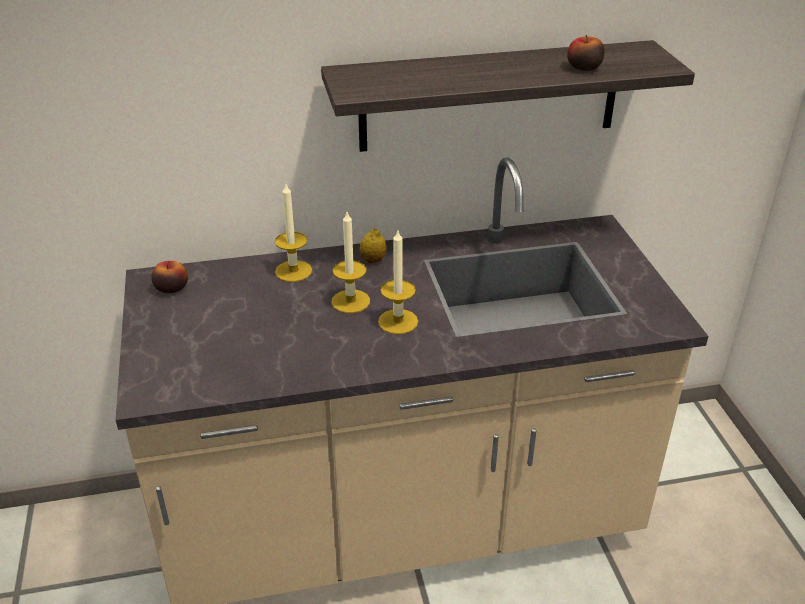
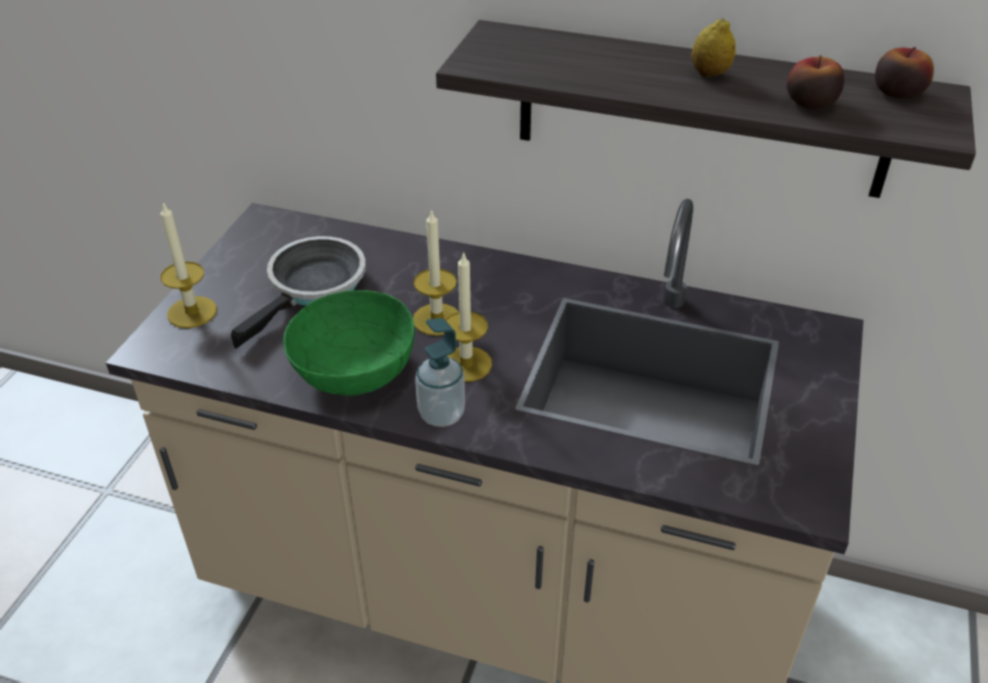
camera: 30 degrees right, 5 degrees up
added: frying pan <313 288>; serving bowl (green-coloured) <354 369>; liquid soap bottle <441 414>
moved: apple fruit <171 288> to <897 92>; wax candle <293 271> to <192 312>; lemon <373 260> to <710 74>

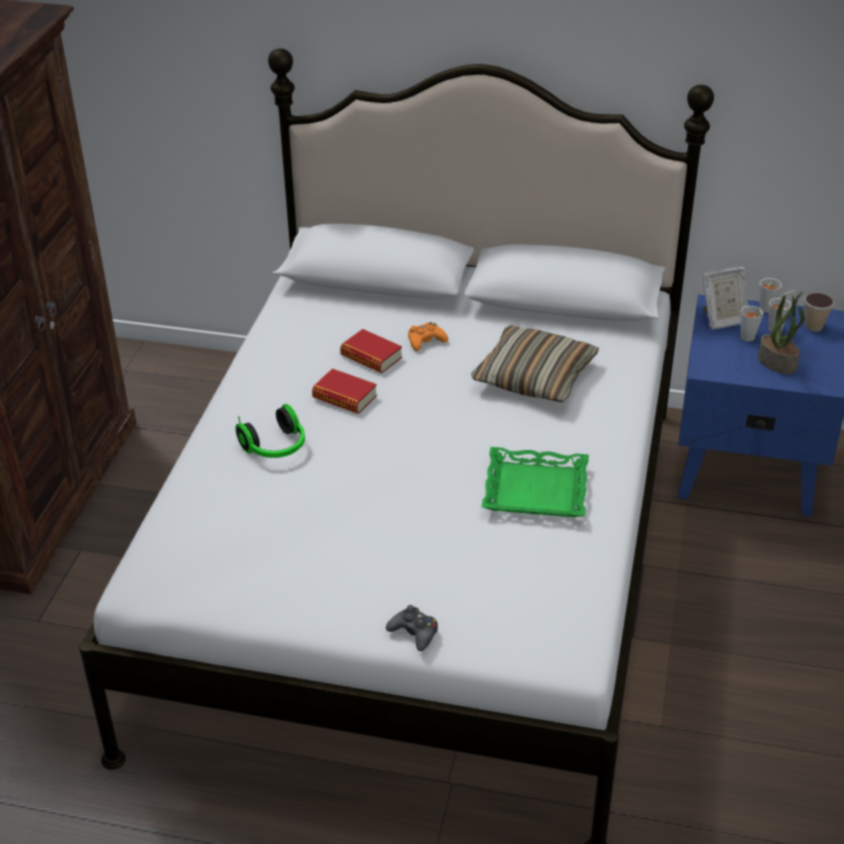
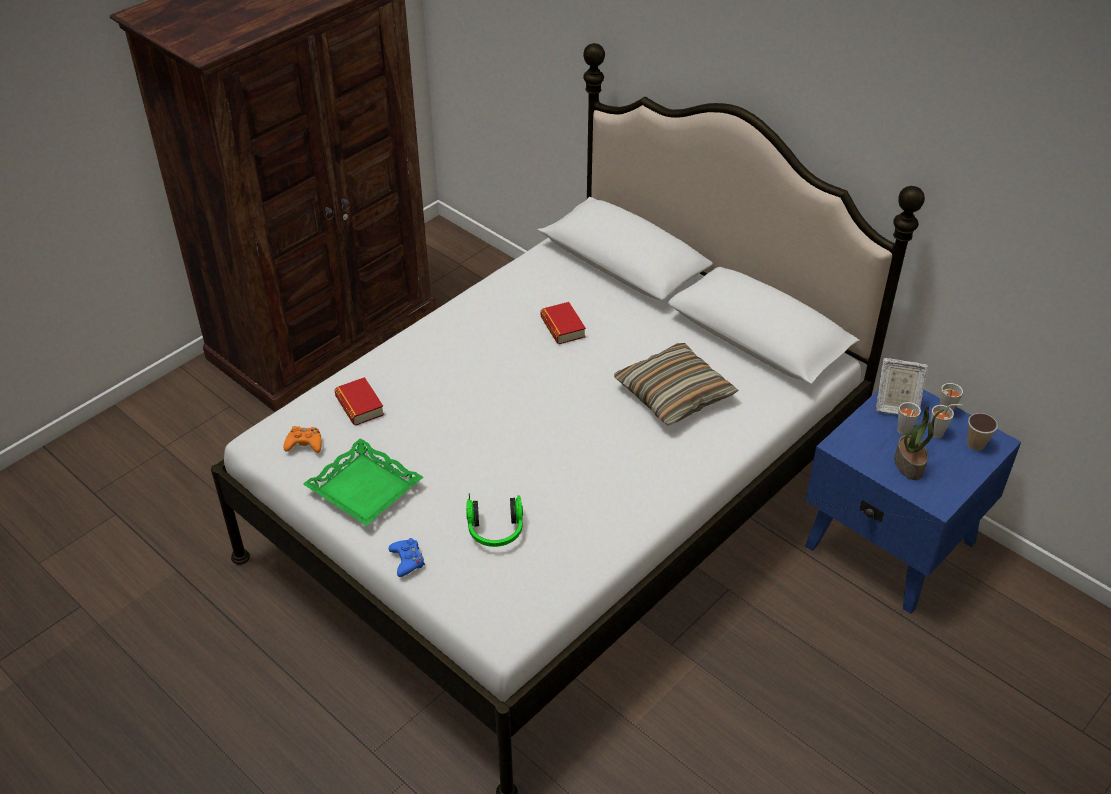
camera: 30 degrees right, 5 degrees up
moved: headset <276 448> to <495 532>; bound book <344 397> to <359 406>; joypad (orangey) <425 341> to <304 444>; carrying tray (green-coloured) <535 491> to <363 489>
recoloured: joypad (black-coloured) <414 632> to joypad (blue) <407 560>

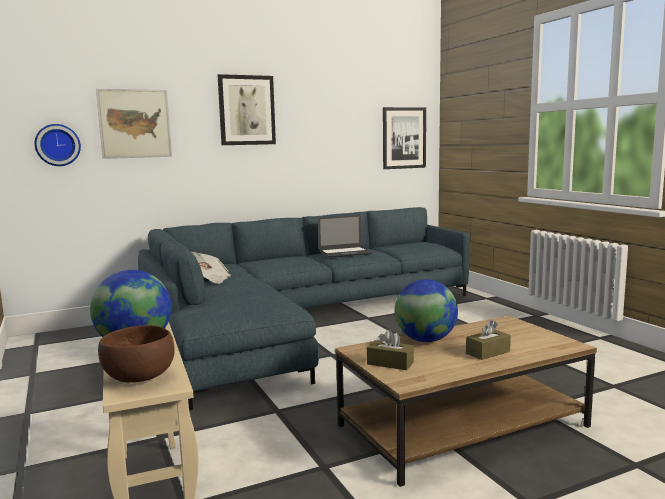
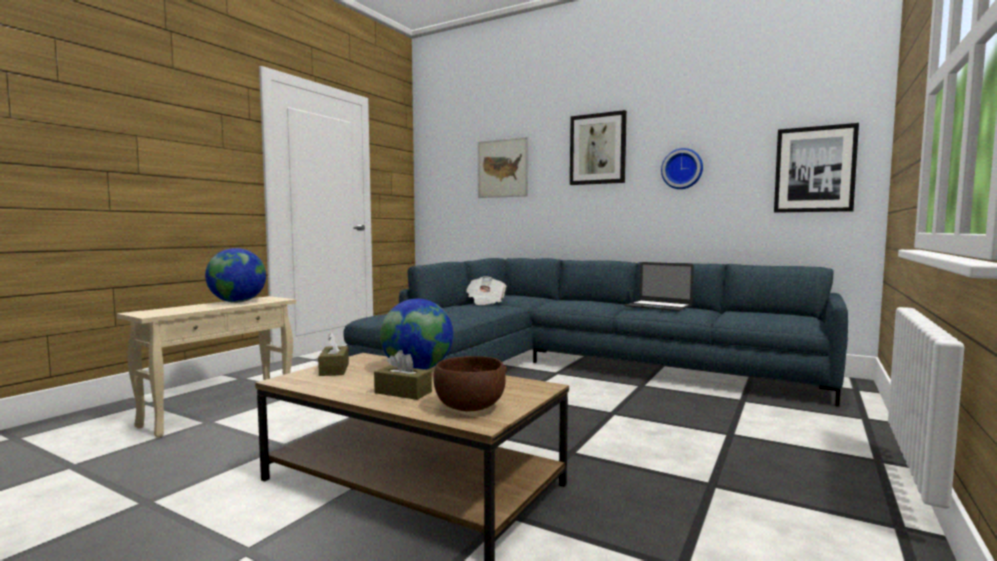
camera: 55 degrees right, 5 degrees down
moved: clock on the wall <57 145> to <682 169>; serving bowl (brownish) <140 377> to <470 408>

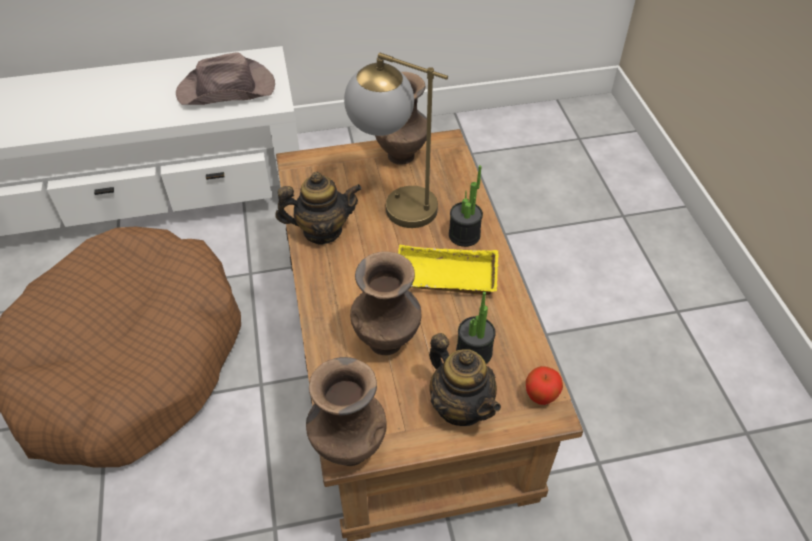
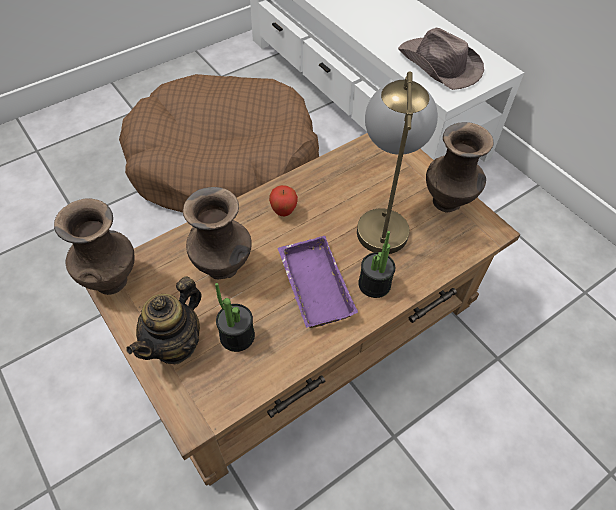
camera: 65 degrees right, 5 degrees up
removed: tea pot <322 231>
moved: apple fruit <540 397> to <283 211>
recoloured: carrying tray (yellow) <444 278> to carrying tray (purplish) <312 285>

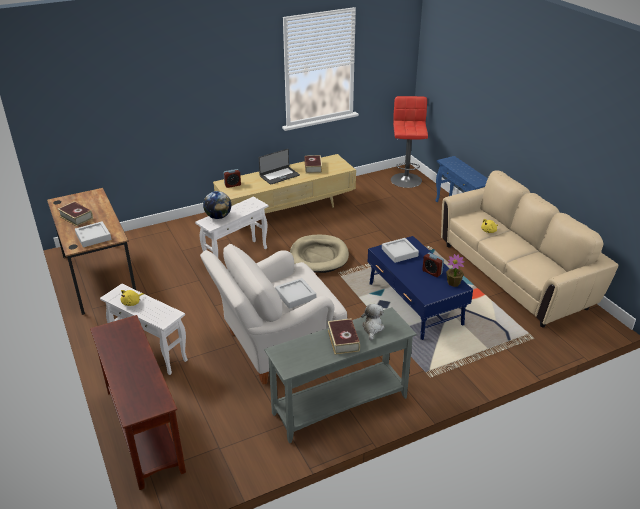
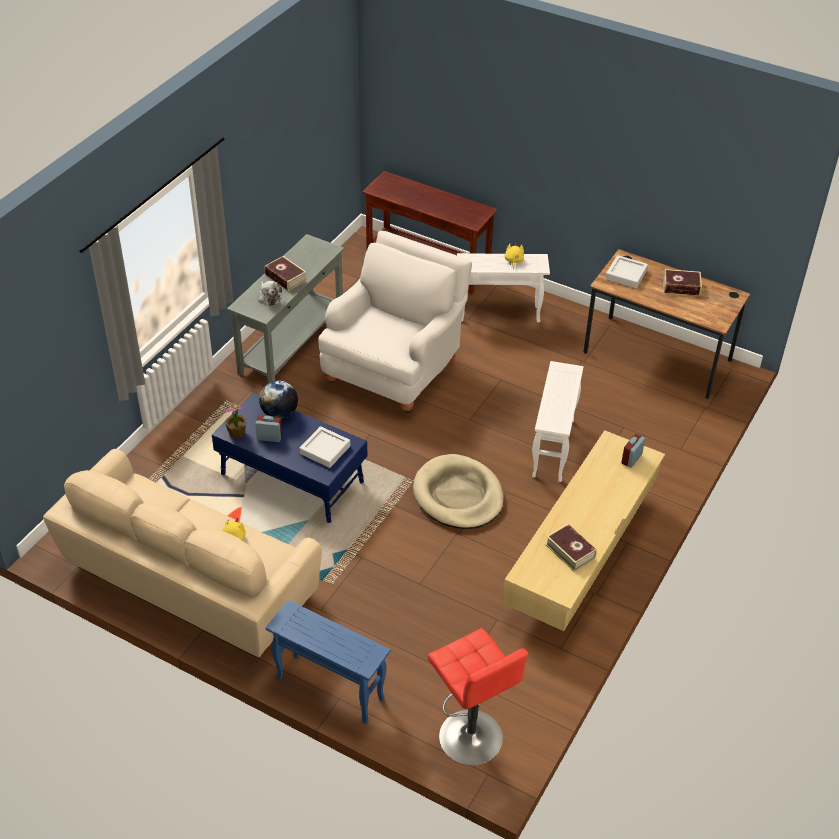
camera: 145 degrees right, 10 degrees up
removed: portable computer <279 175>; carrying tray (greyish) <295 295>
moved: desk globe <218 217> to <279 413>

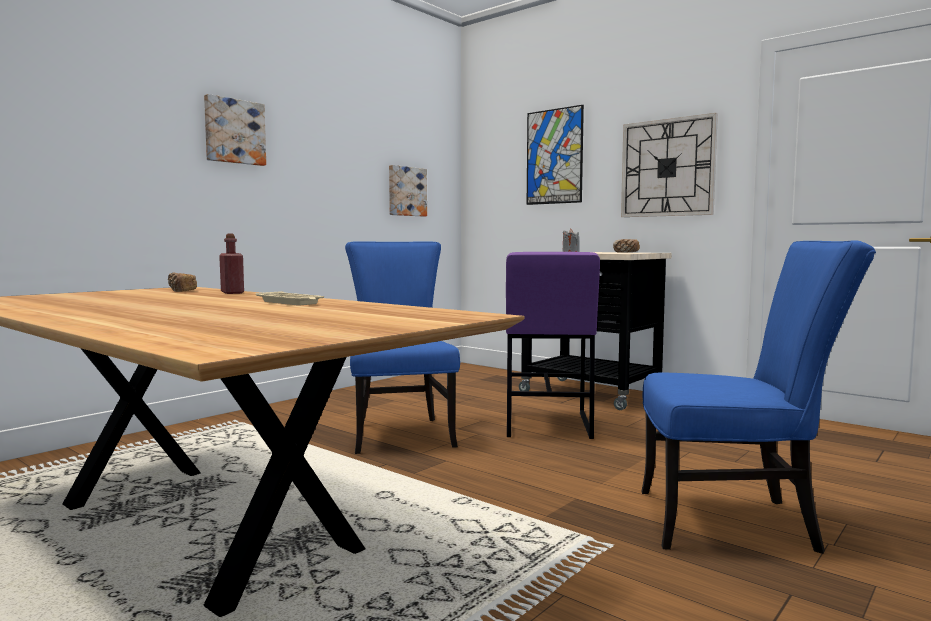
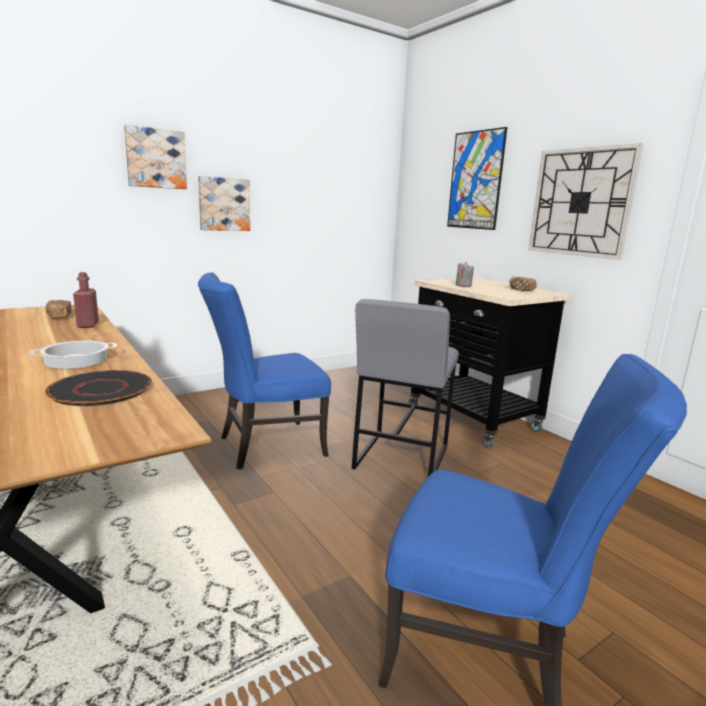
camera: 15 degrees right, 10 degrees up
added: dinner plate (black-coloured) <101 389>
moved: wall art <406 191> to <224 204>
replaced: carrying tray (beige) <290 302> to saucepot <76 360>
recoloured: stool seat (purplish) <547 425> to stool seat (greyish) <401 458>
turned: upright chair (blue) <400 432> = <265 446> 120 degrees counterclockwise

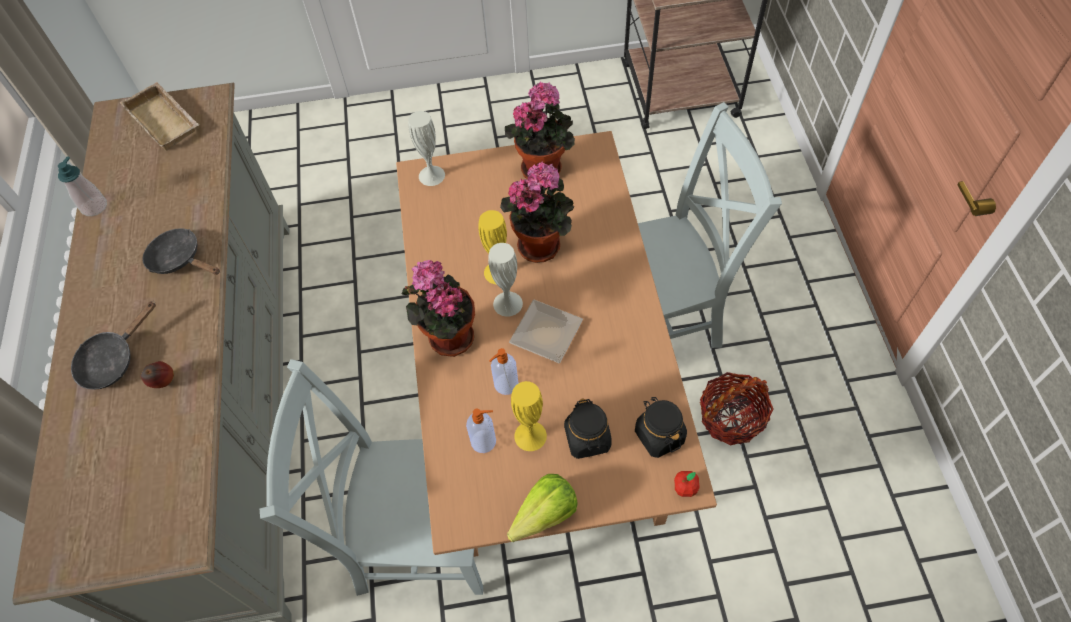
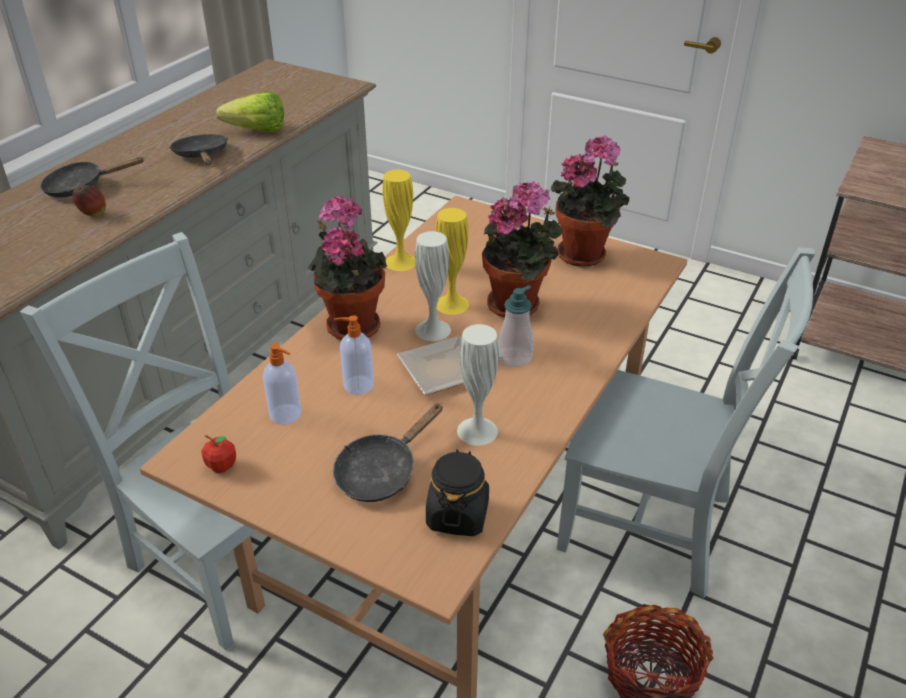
camera: 35 degrees right, 20 degrees down
removed: carrying tray (beige) <166 121>
moved: liquid soap bottle <94 207> to <515 357>; decorative vase (white) <431 175> to <477 431>; lettuce head <538 518> to <252 131>; decorative vase (yellow) <530 436> to <400 262>; apple fruit <685 488> to <222 466>
replaced: jar (black-coloured) <587 439> to frying pan (black-coloured) <381 472>

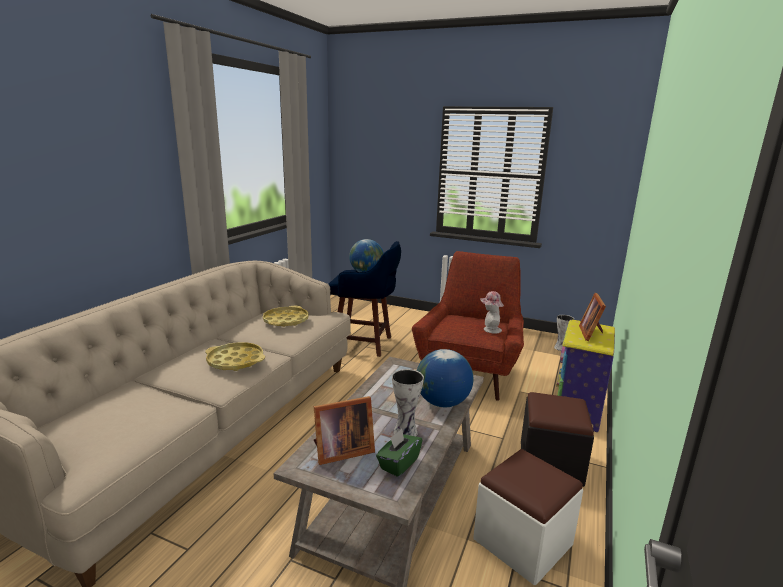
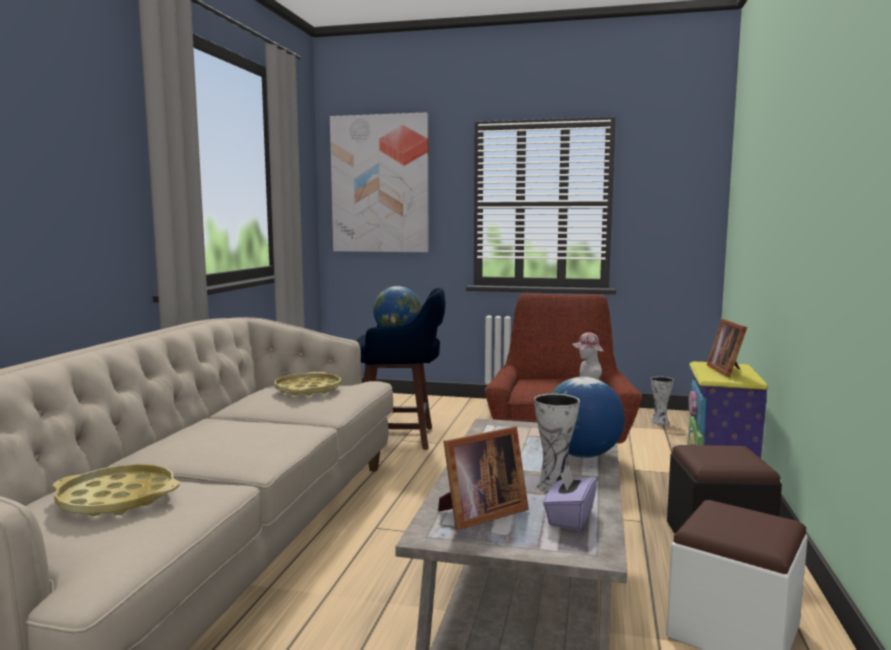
camera: 10 degrees left, 10 degrees down
added: wall art <380 184>
moved: carrying tray (yellow) <235 361> to <117 499>
recoloured: box of tissues (green-coloured) <398 463> to box of tissues (purplish) <569 518>

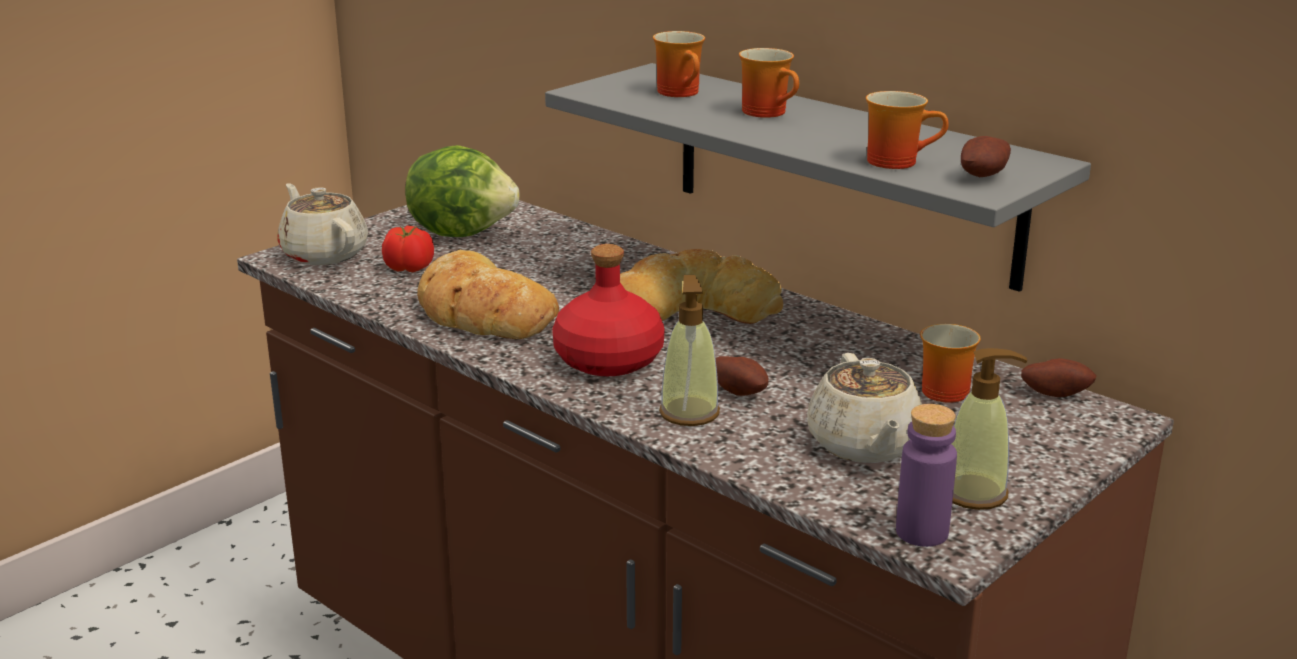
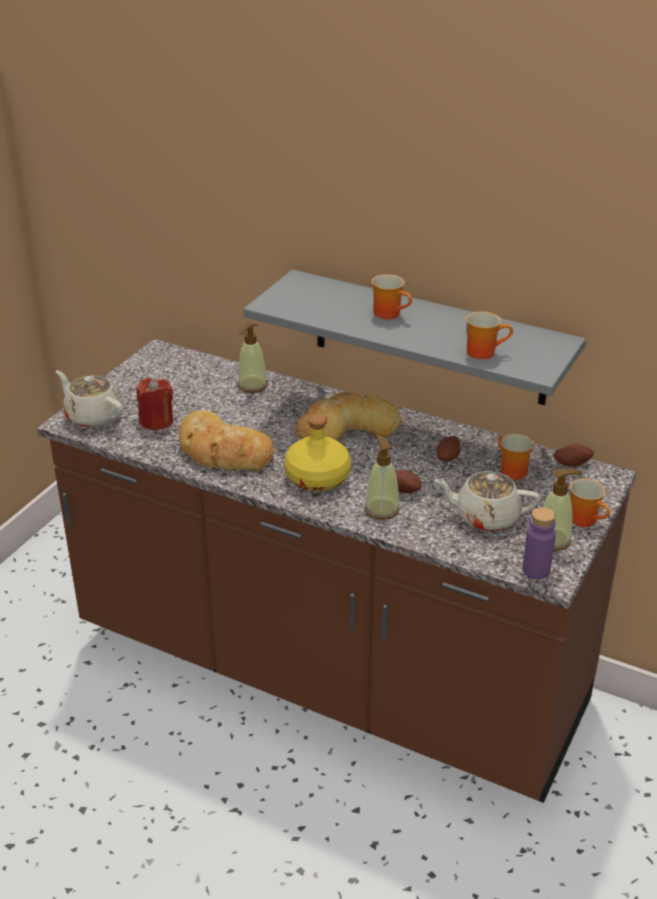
camera: 15 degrees left, 10 degrees up
removed: lettuce head <462 232>
added: liquid soap bottle <252 385>
moved: mug <683 93> to <586 519>; potato <985 176> to <448 458>
replaced: whole tomato <409 269> to wax candle (red-coloured) <156 421>
recoloured: bottle (red-coloured) <607 360> to bottle (yellow) <317 478>
turned: tea pot (beige) <864 445> = <485 517> 120 degrees clockwise

